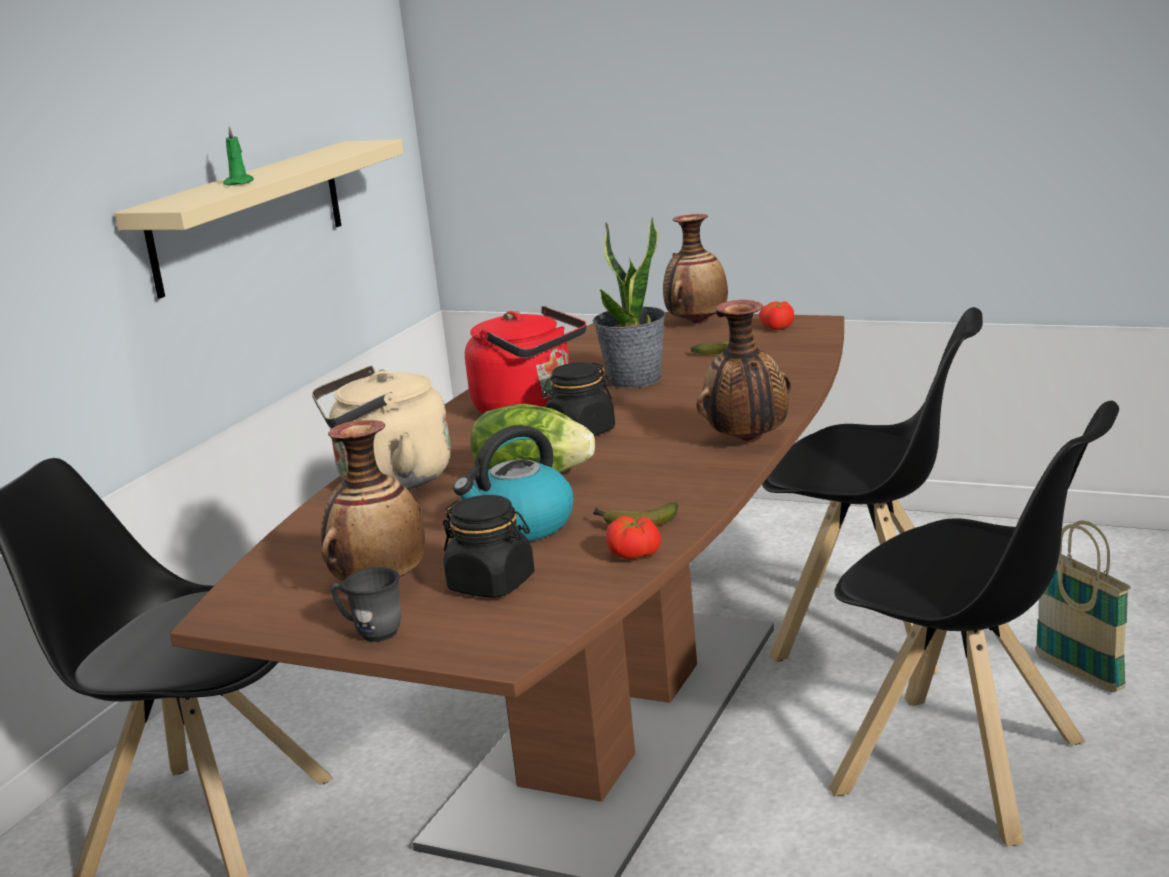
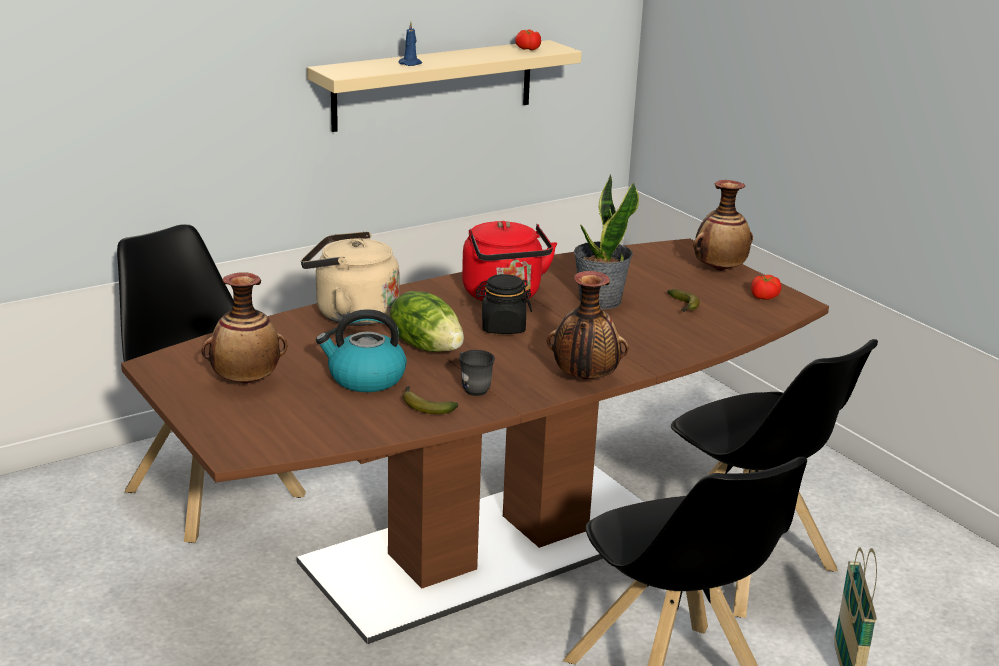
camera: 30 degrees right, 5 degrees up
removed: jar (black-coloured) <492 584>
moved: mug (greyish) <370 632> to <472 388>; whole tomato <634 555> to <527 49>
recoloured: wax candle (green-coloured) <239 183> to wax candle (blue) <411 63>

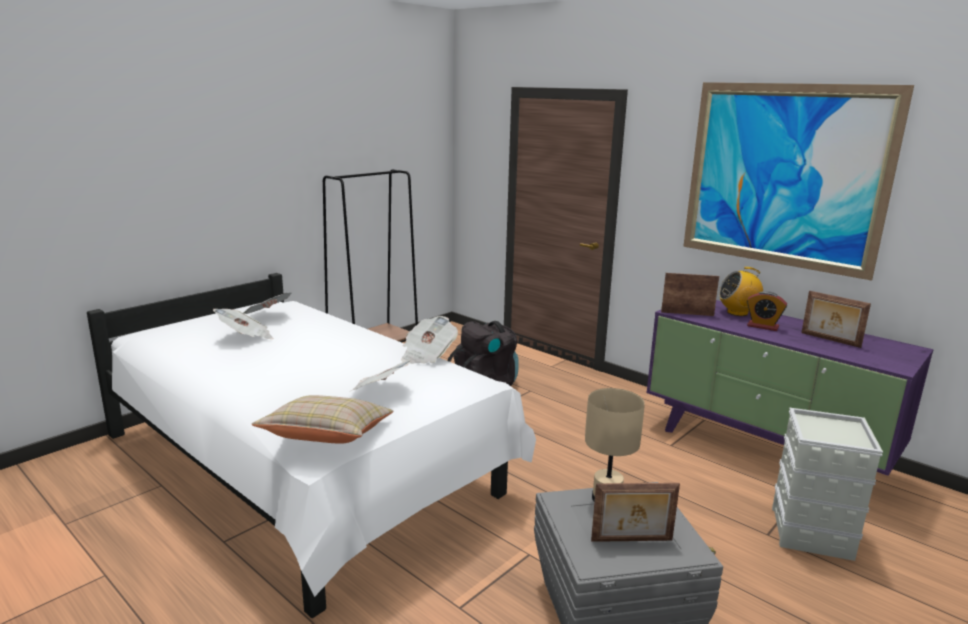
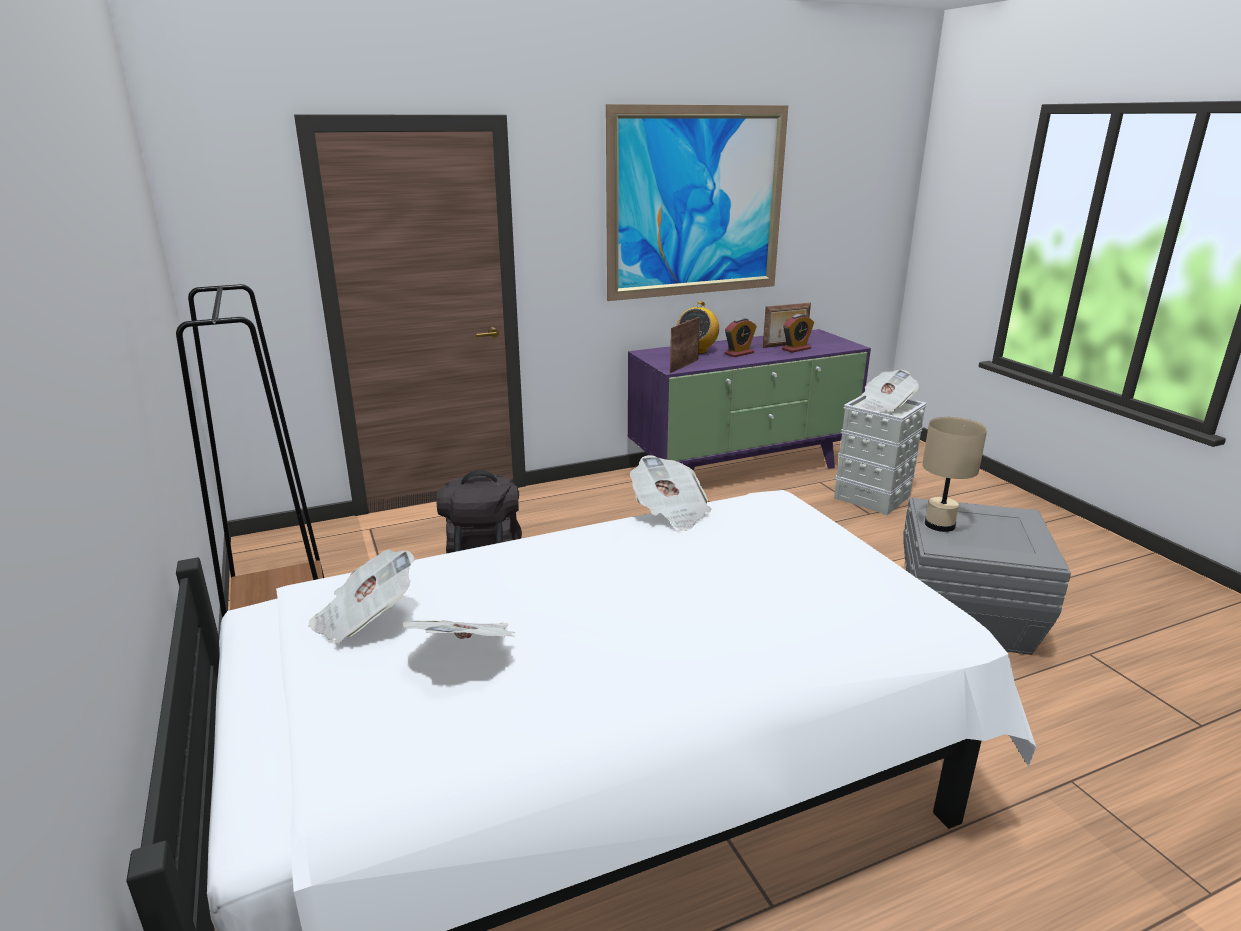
camera: 65 degrees left, 5 degrees up
removed: pillow (beige) <328 438>; picture frame <632 541>
added: bedside clock <796 349>
moved: newspaper <381 390> to <885 405>

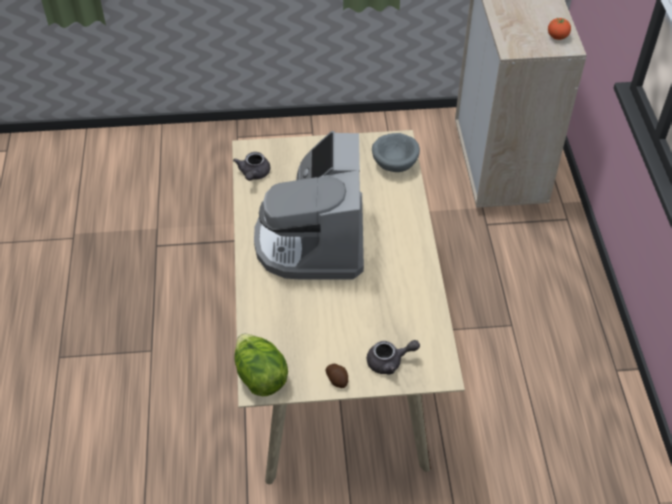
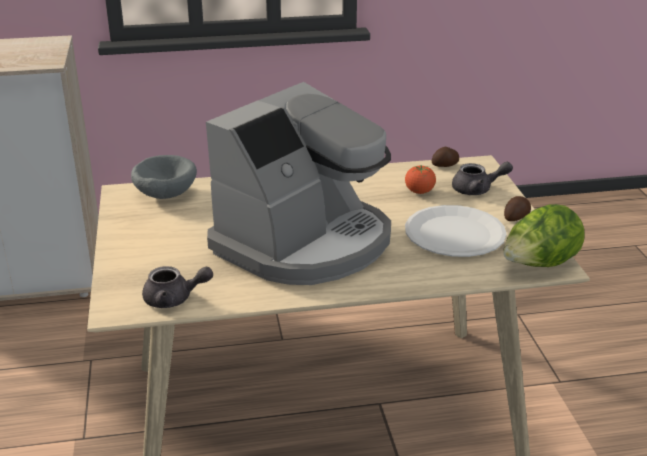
camera: 95 degrees left, 20 degrees down
added: dinner plate (white) <455 234>; potato <445 165>
moved: whole tomato <557 37> to <419 192>
turned: coffee machine <313 239> = <305 243> 45 degrees counterclockwise; tea pot (greyish) <389 362> = <477 190> 105 degrees clockwise

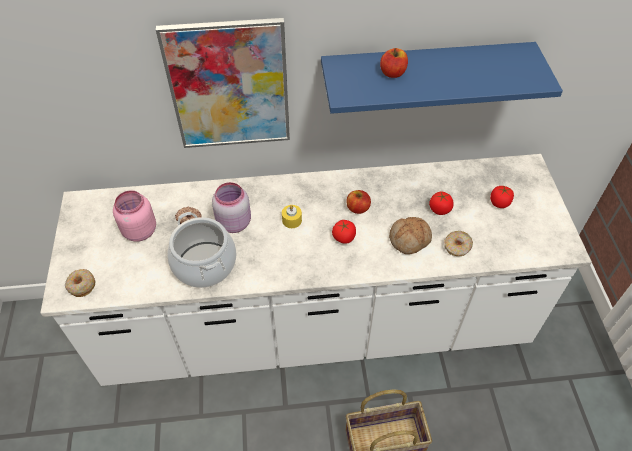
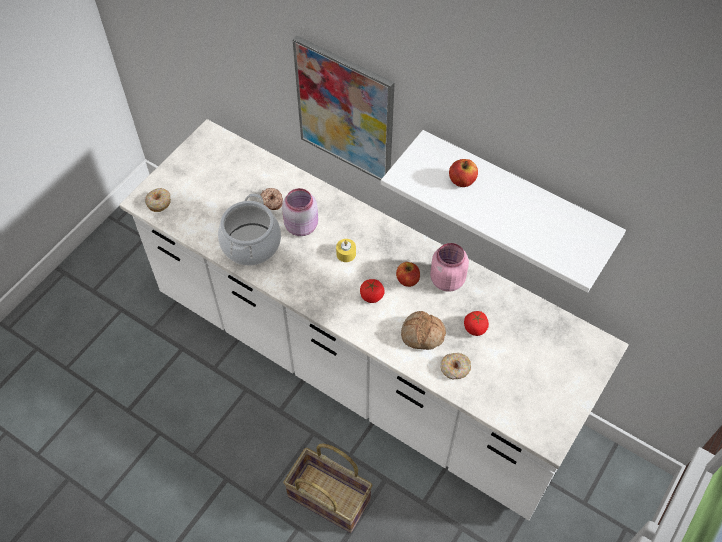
camera: 40 degrees right, 5 degrees up
removed: whole tomato <499 203>
moved: jar (pink) <139 231> to <446 280>
recoloured: shelf (blue) <425 74> to shelf (white) <515 197>

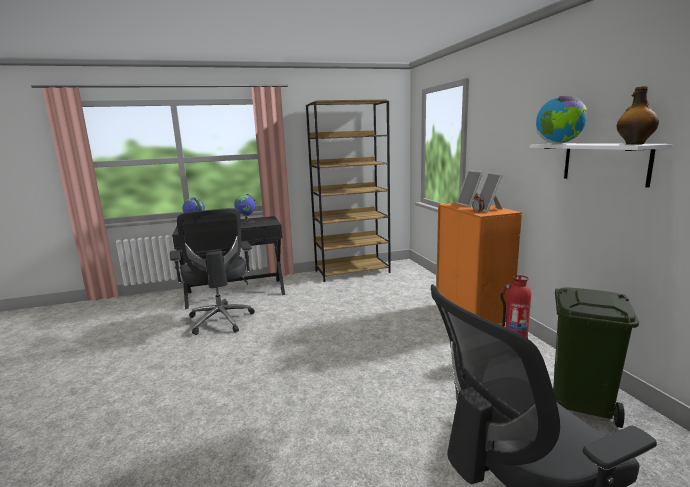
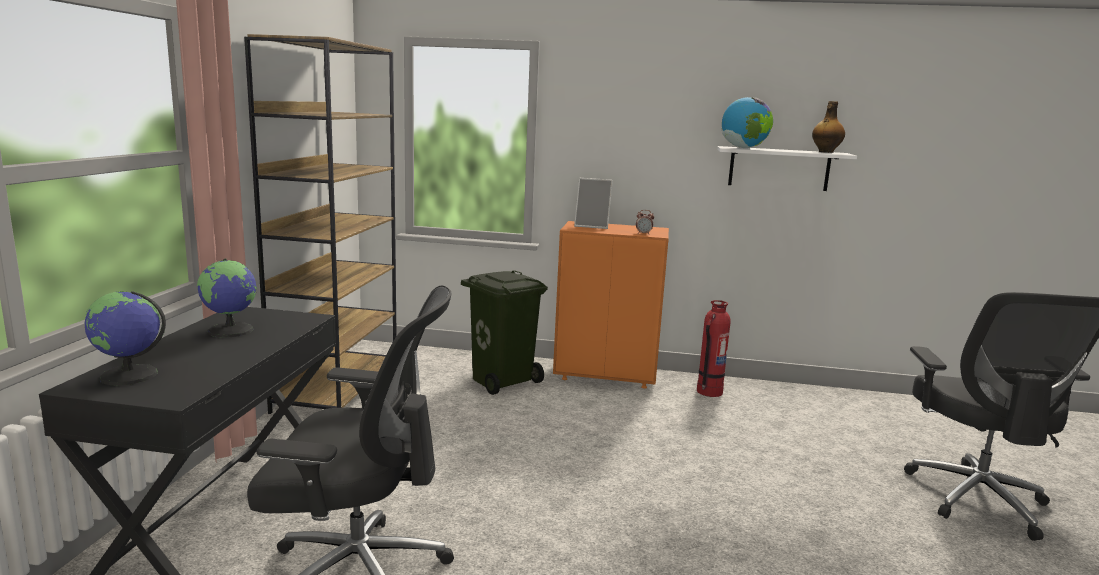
camera: 65 degrees left, 0 degrees up
removed: picture frame <489 209>
moved: trash can (green-coloured) <582 403> to <503 380>

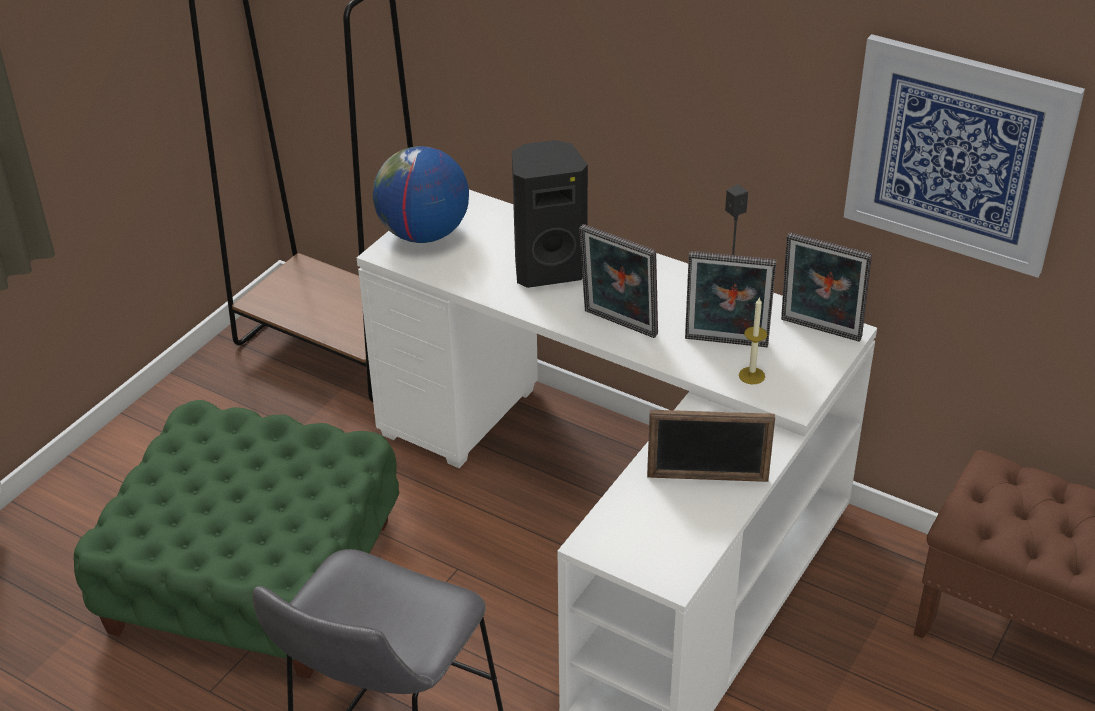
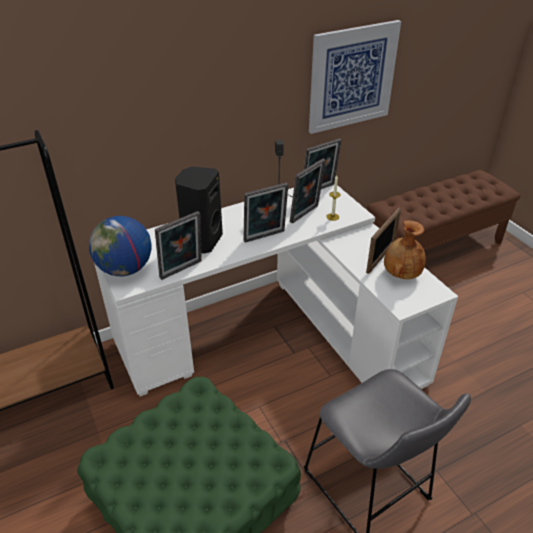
camera: 60 degrees left, 0 degrees up
added: picture frame <182 271>; decorative vase (brownish) <401 273>

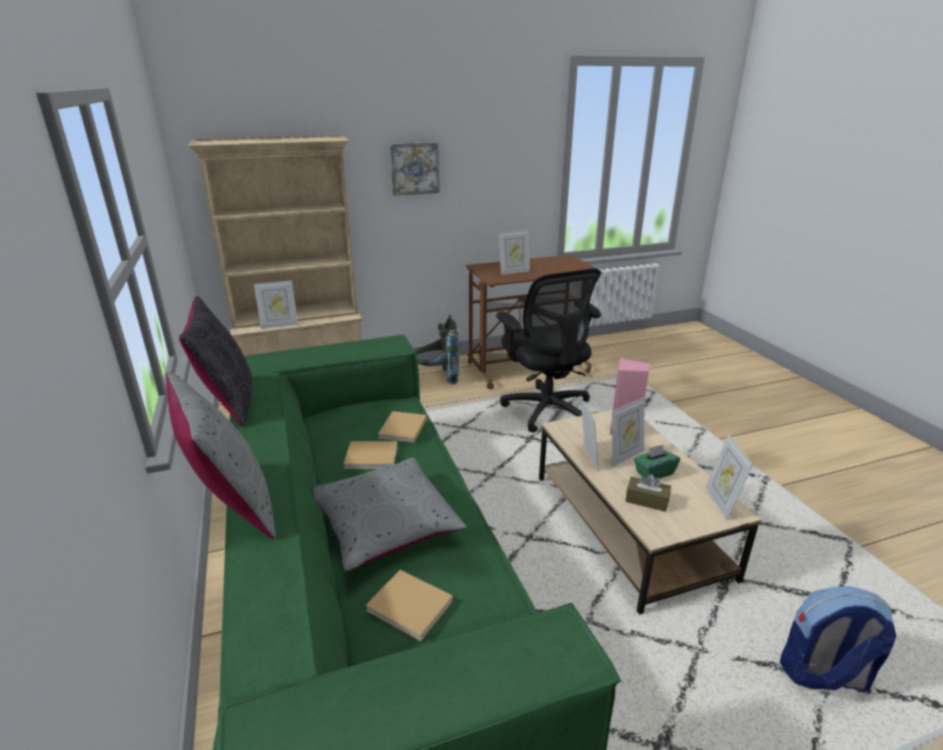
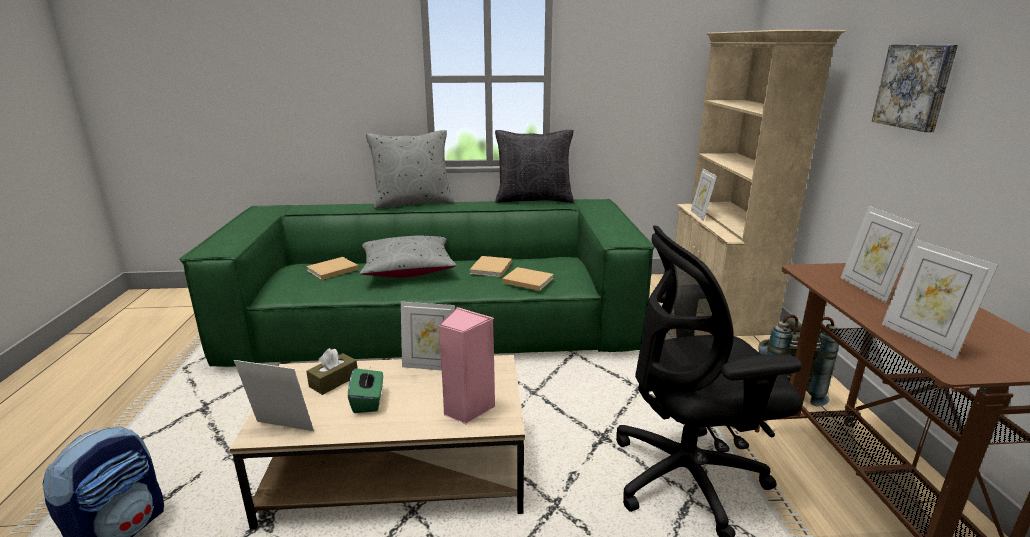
camera: 105 degrees right, 5 degrees down
moved: picture frame <625 456> to <922 339>

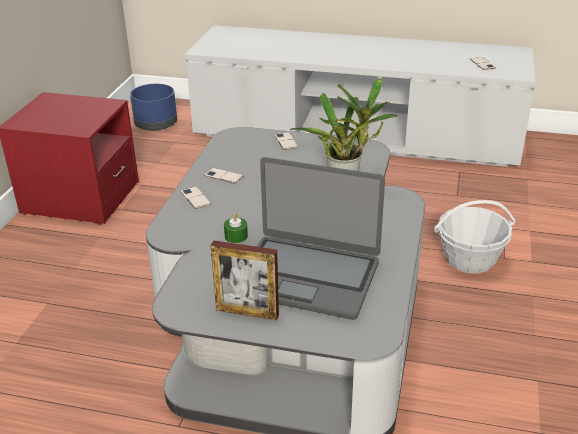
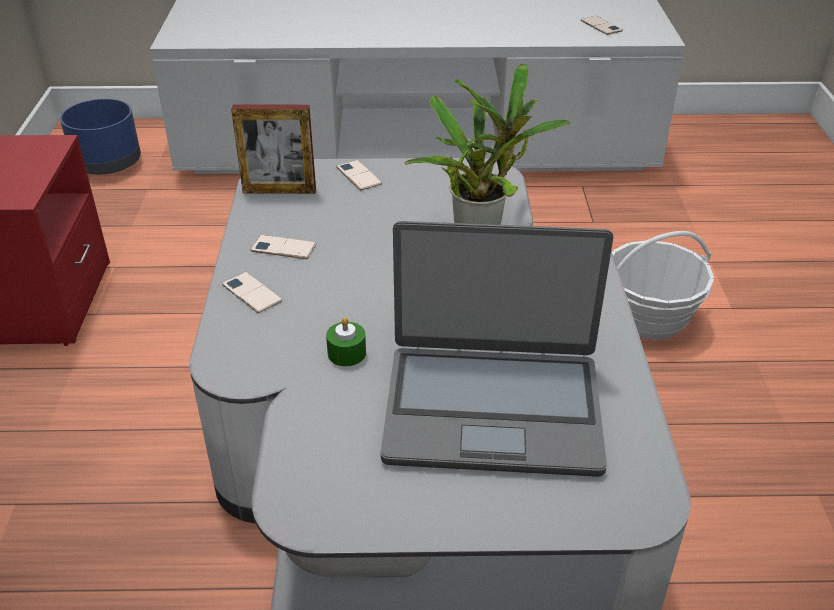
camera: 15 degrees left, 5 degrees up
moved: picture frame <247 312> to <279 191>

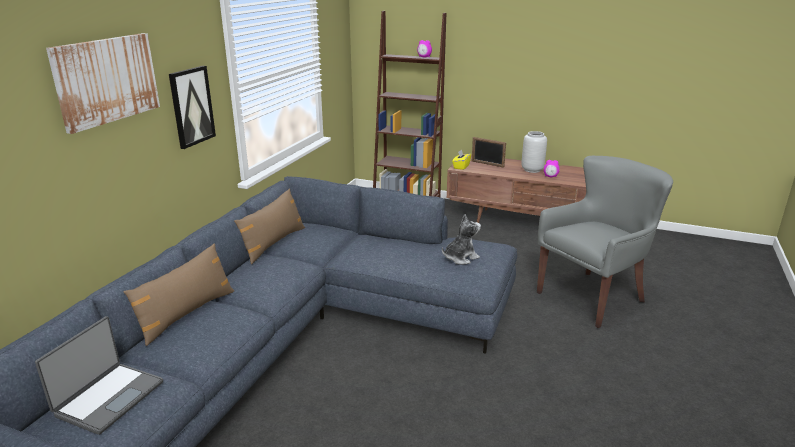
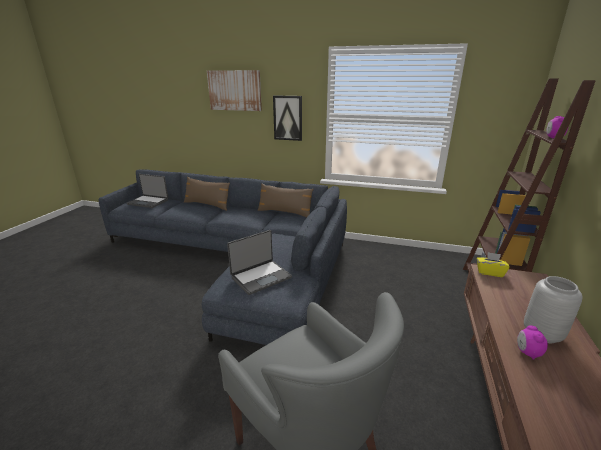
camera: 85 degrees right, 0 degrees up
removed: picture frame <487 164>
replaced: cuddly toy <460 258> to portable computer <260 277>

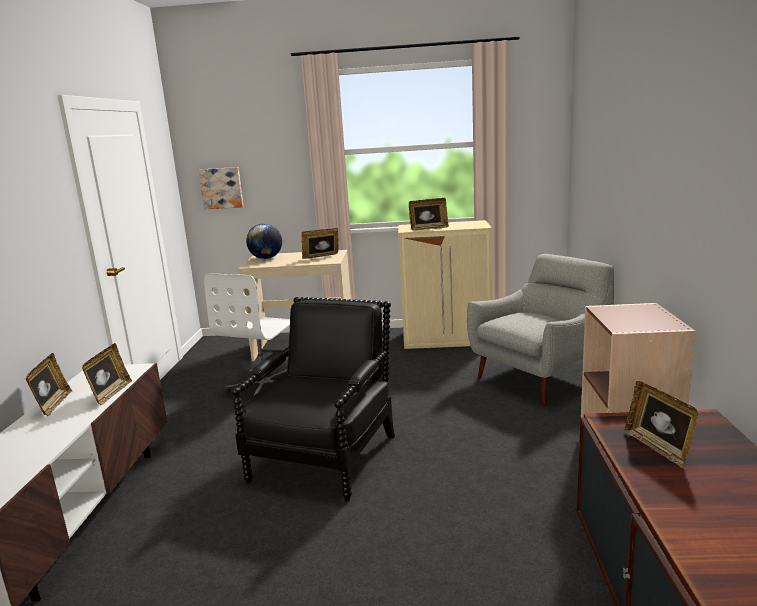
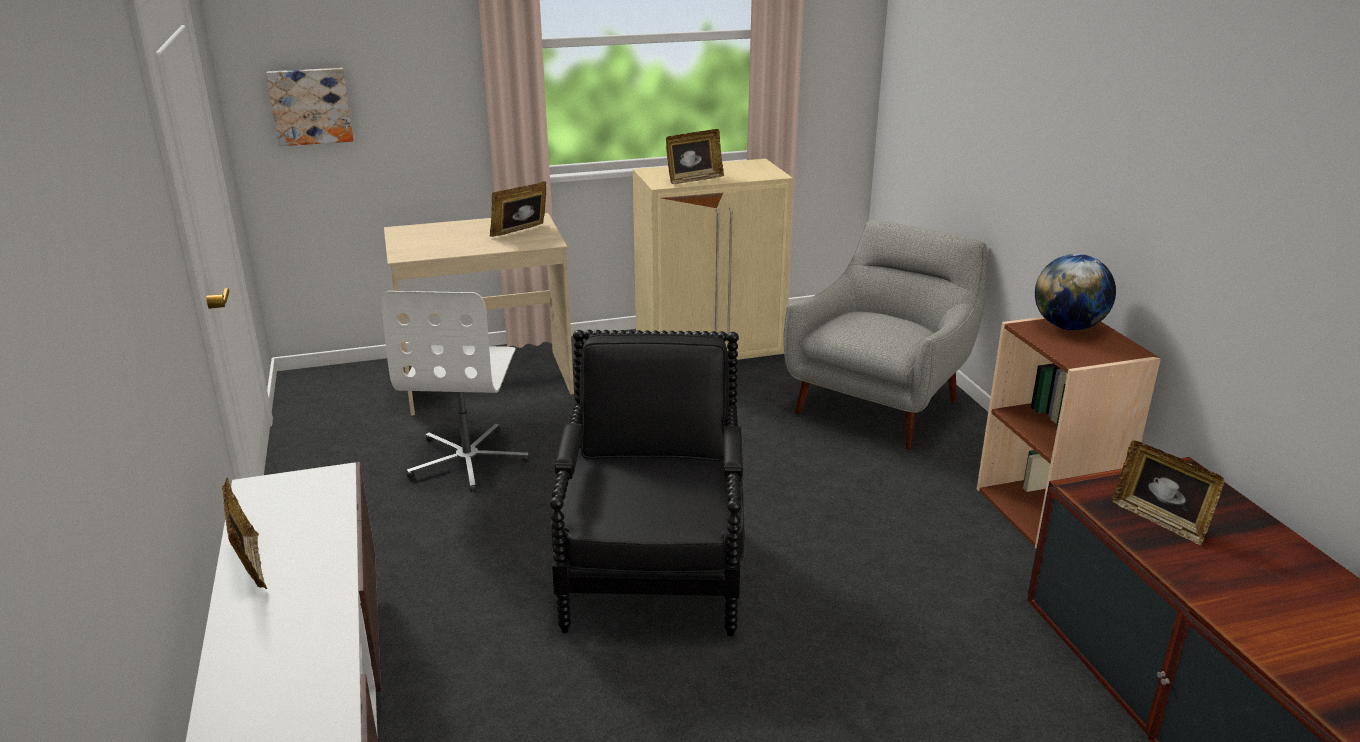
camera: 20 degrees left, 10 degrees up
removed: picture frame <110 394>
moved: desk globe <266 258> to <1068 327>

